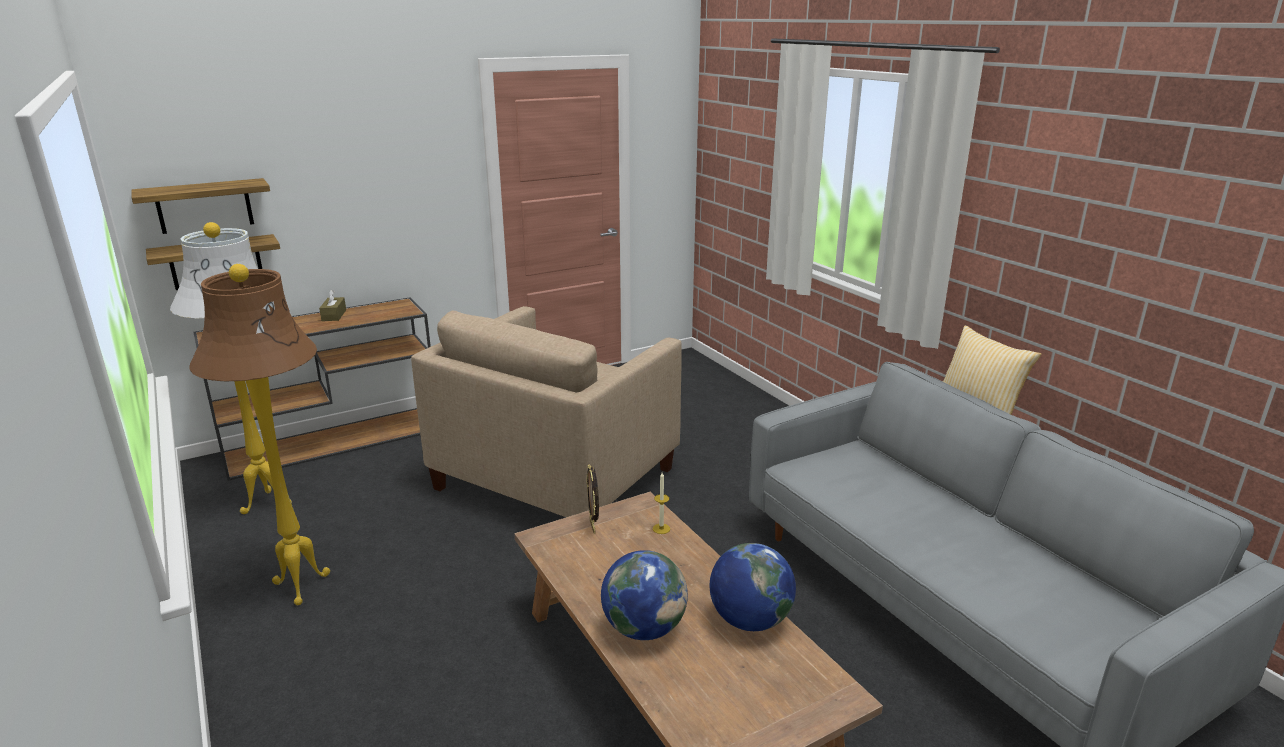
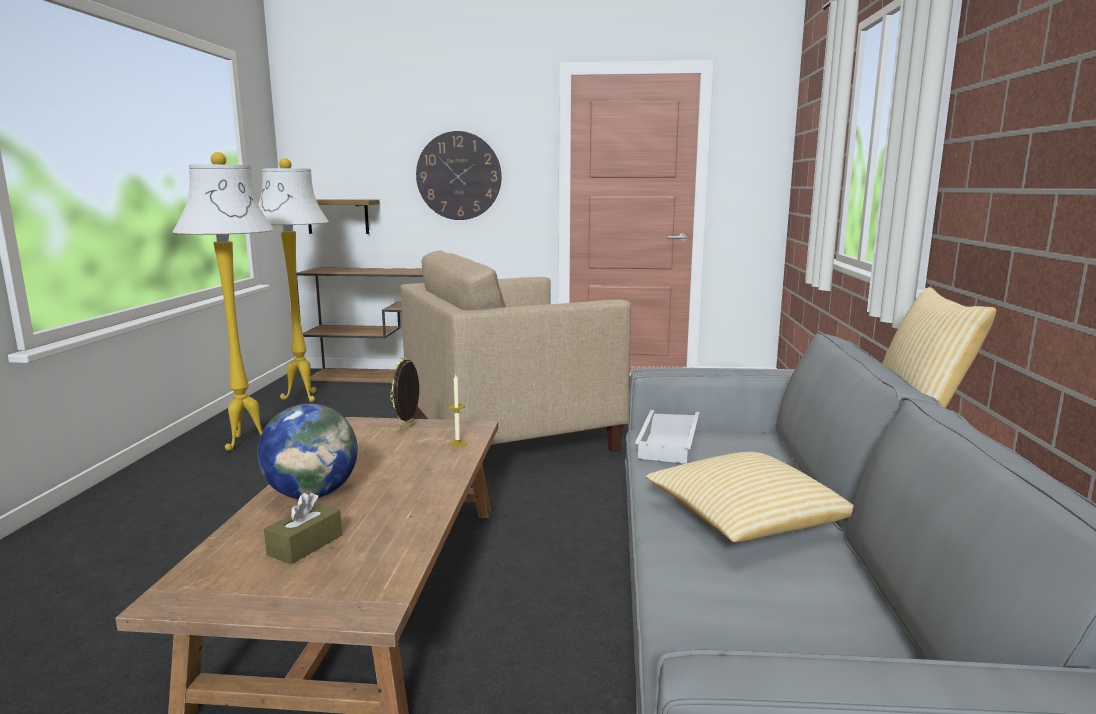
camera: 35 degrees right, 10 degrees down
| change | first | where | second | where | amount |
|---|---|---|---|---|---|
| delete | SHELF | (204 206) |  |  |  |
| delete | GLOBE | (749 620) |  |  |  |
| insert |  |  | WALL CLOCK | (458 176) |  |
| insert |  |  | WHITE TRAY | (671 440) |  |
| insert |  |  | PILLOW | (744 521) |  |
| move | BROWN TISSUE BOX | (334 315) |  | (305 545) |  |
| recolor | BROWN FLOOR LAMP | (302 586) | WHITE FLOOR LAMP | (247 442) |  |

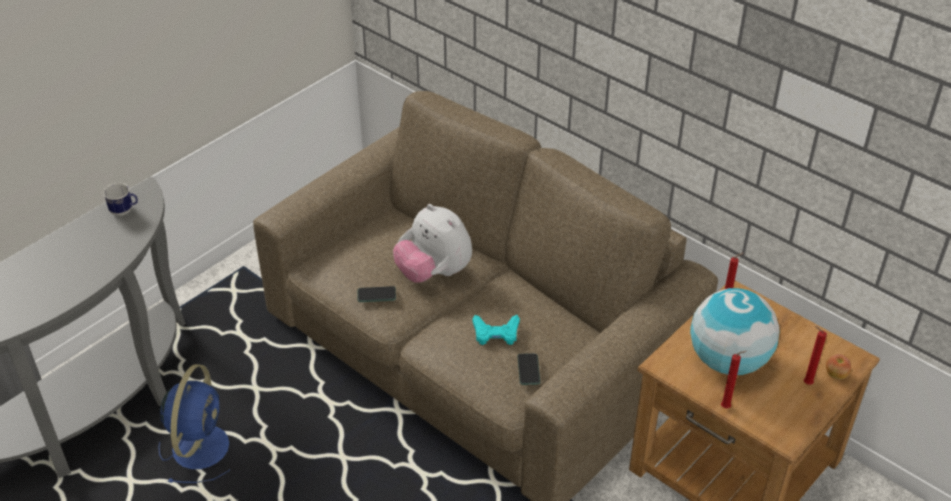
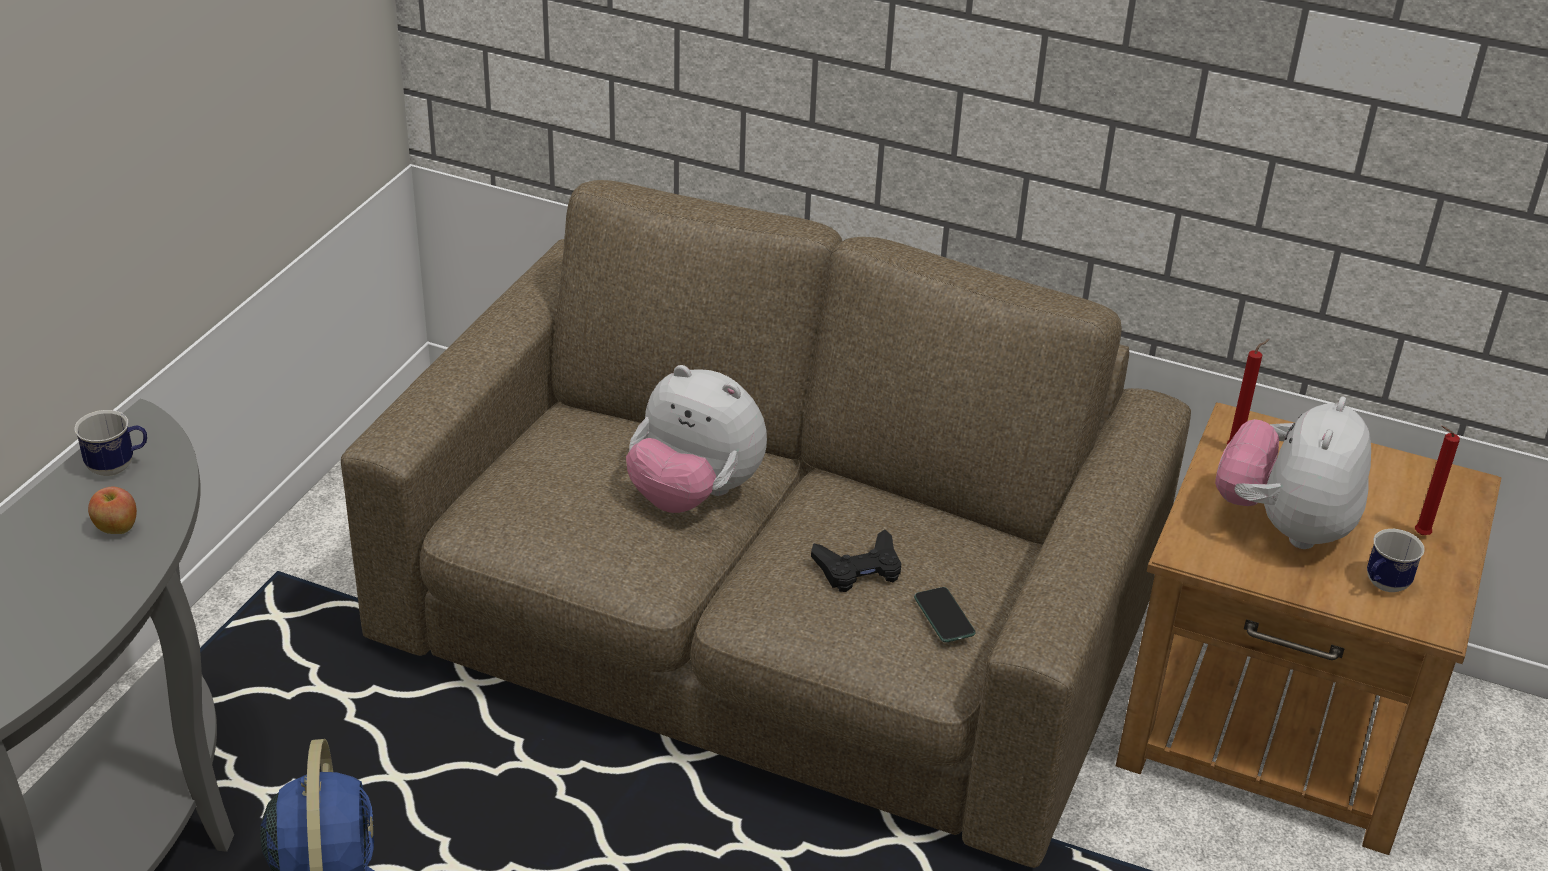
camera: 20 degrees left, 5 degrees down
| change | first | where | second | where | amount |
|---|---|---|---|---|---|
| delete | PHONE | (376 295) |  |  |  |
| delete | RED CANDLE | (727 407) |  |  |  |
| insert |  |  | MUG | (1382 586) |  |
| move | APPLE | (835 375) |  | (116 529) |  |
| replace | GLOBE | (728 361) | PLUSH TOY | (1284 526) |  |
| recolor | TURQUOISE GAME CONTROLLER | (496 333) | BLACK GAME CONTROLLER | (859 568) |  |

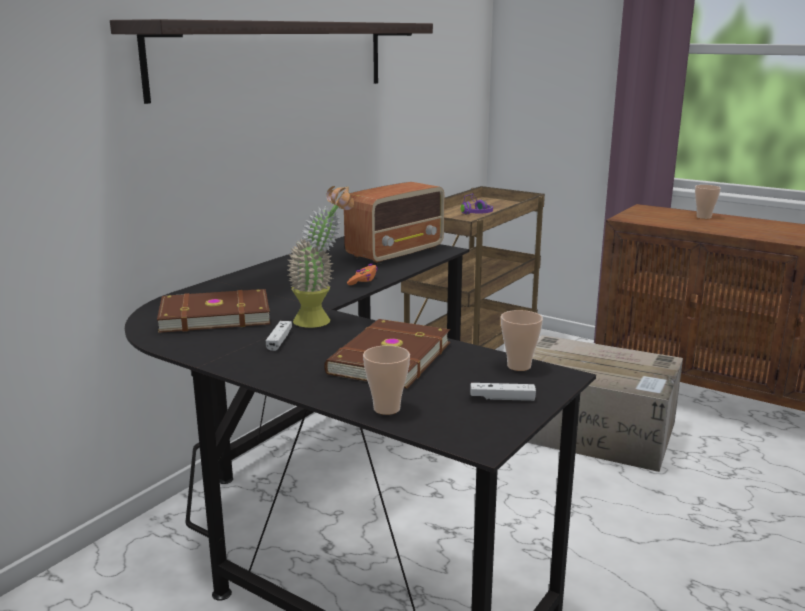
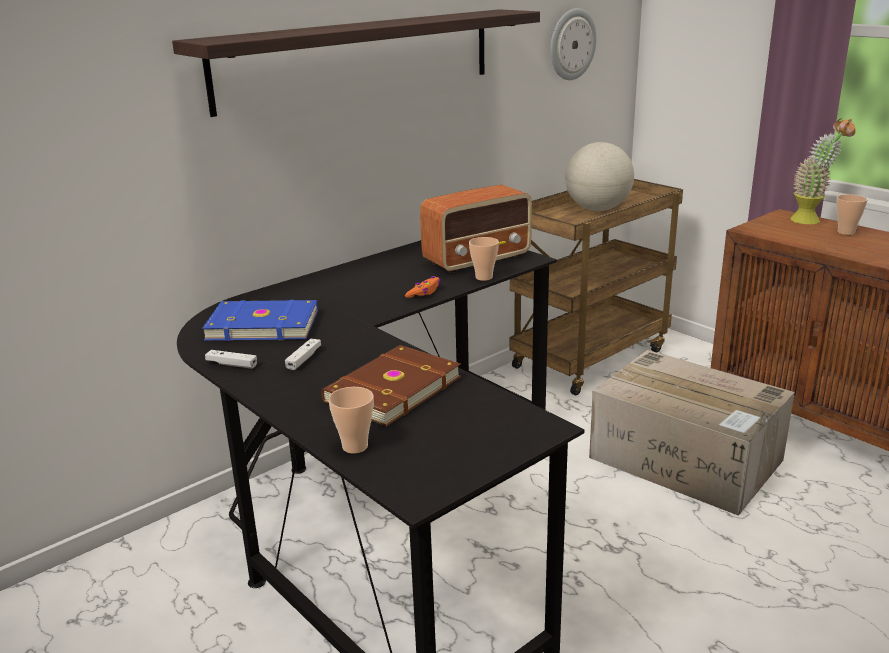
camera: 15 degrees right, 5 degrees up
| change | first | where | second | where | amount |
|---|---|---|---|---|---|
| insert |  |  | WALL CLOCK | (571 44) |  |
| move | POTTED PLANT | (322 320) |  | (812 220) |  |
| move | WHITE GAME CONTROLLER | (502 398) |  | (232 364) |  |
| move | CUP | (519 366) |  | (484 277) |  |
| replace | PURPLE HEADPHONES | (475 213) | GLOBE | (597 209) |  |
| recolor | BROWN BOOK | (214 315) | BLUE BOOK | (263 324) |  |

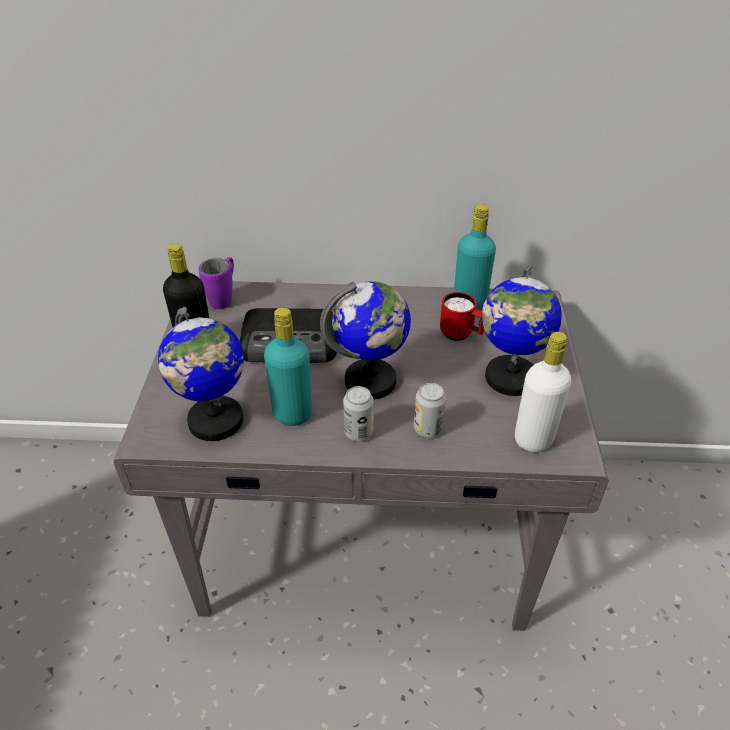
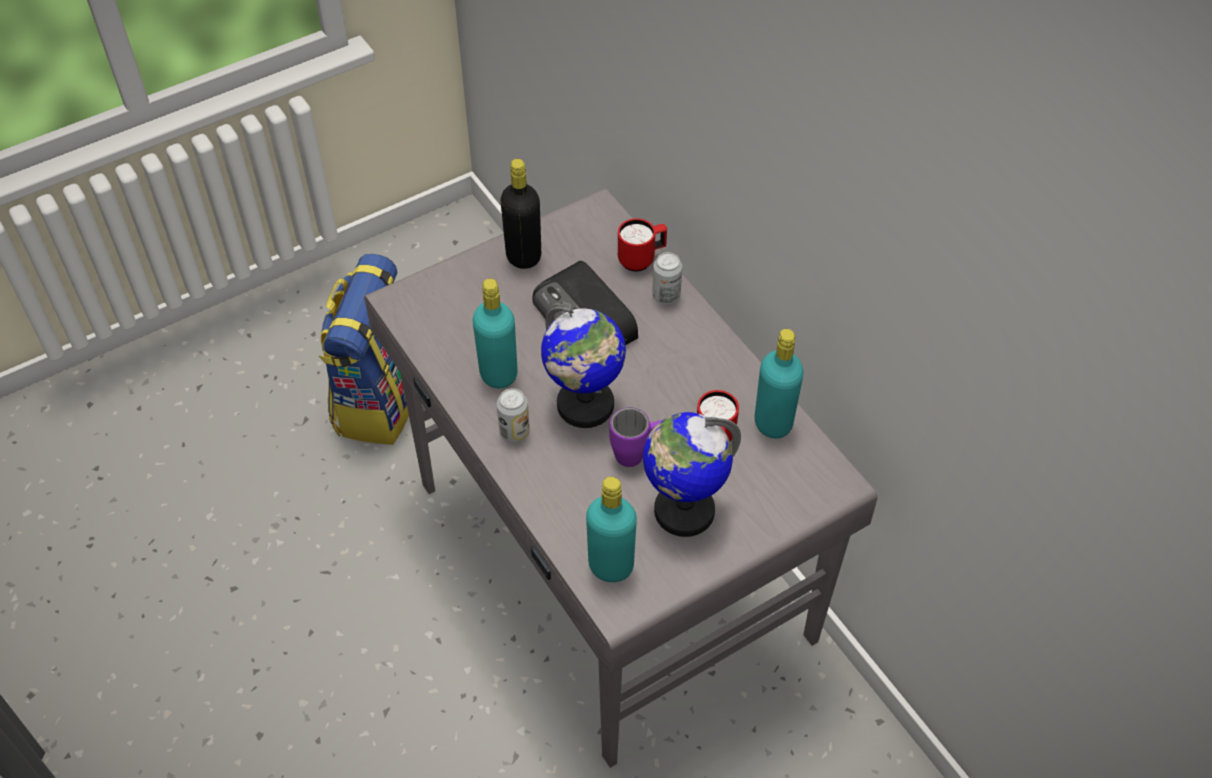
camera: 55 degrees right, 10 degrees up
| change | first | where | second | where | amount |
|---|---|---|---|---|---|
| delete | GLOBE | (215 421) |  |  |  |
| insert |  |  | BACKPACK | (378 398) |  |
| insert |  |  | RED MUG | (642 259) |  |
| move | PURPLE MUG | (224 298) |  | (638 454) |  |
| move | CAN | (428 429) |  | (666 296) |  |
| recolor | WHITE BOTTLE | (533 439) | TURQUOISE BOTTLE | (611 566) |  |

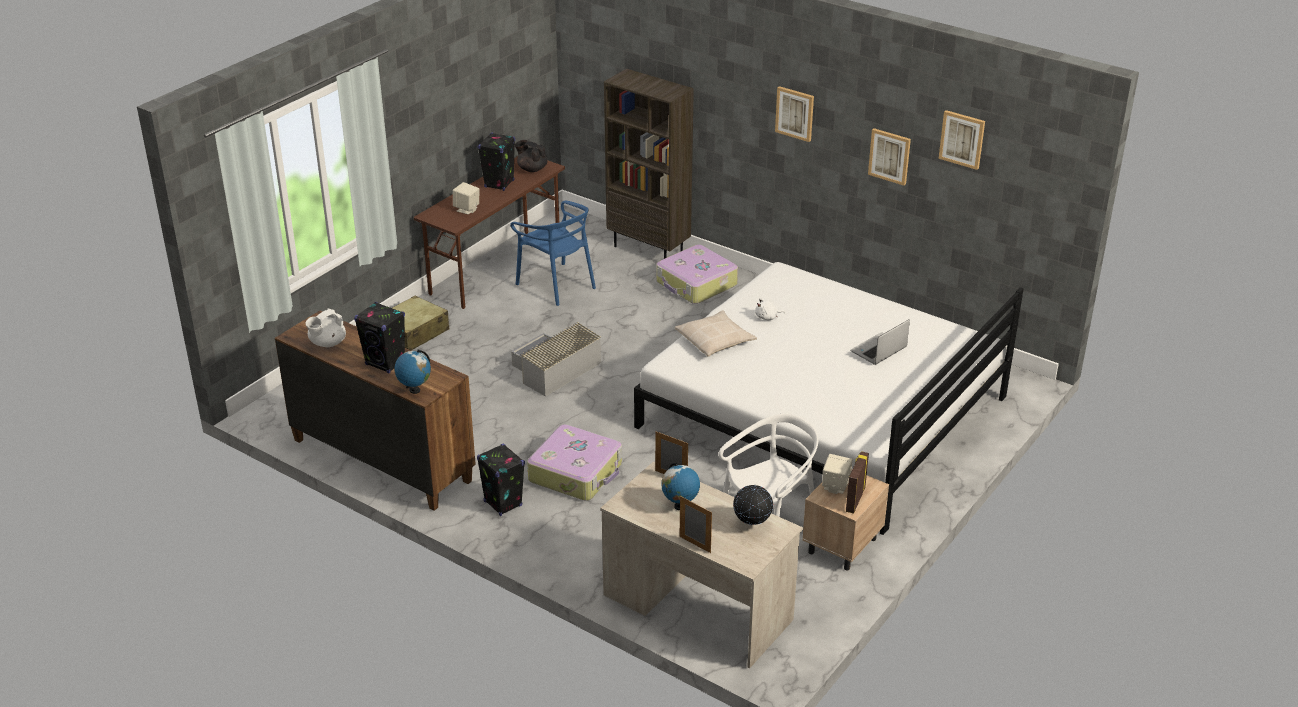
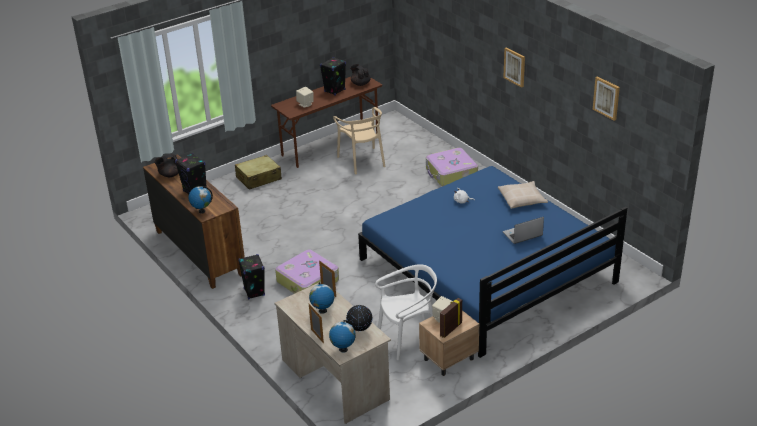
camera: 20 degrees right, 0 degrees up
| change | first | where | second | where | amount |
|---|---|---|---|---|---|
| delete | GREY STORAGE BOX | (554 370) |  |  |  |
| delete | BROWN BOOKCASE | (649 249) |  |  |  |
| delete | PICTURE | (889 156) |  |  |  |
| insert |  |  | GLOBE | (343 349) |  |
| move | BEIGE PILLOW | (715 340) |  | (522 199) |  |
| recolor | WHITE TEAPOT | (327 343) | BLACK TEAPOT | (169 175) |  |
| recolor | BLUE CHAIR | (557 285) | BEIGE CHAIR | (362 161) |  |
| recolor | WHITE BED | (823 412) | BLUE BED | (486 271) |  |

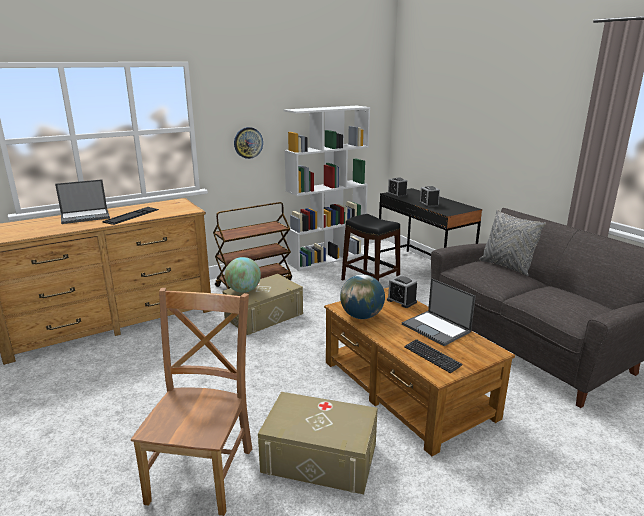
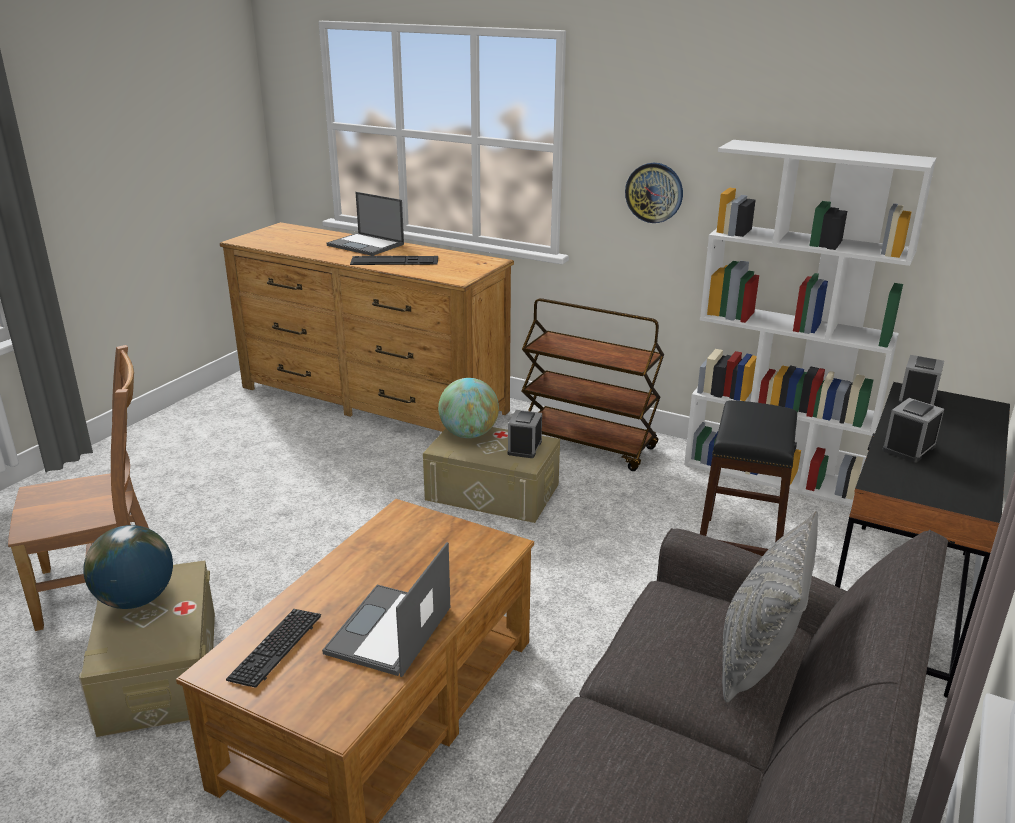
camera: 60 degrees right, 5 degrees up
| change | first | where | second | where | amount |
|---|---|---|---|---|---|
| move | GLOBE | (361 316) |  | (137 599) |  |
| move | ALARM CLOCK | (401 301) |  | (524 447) |  |

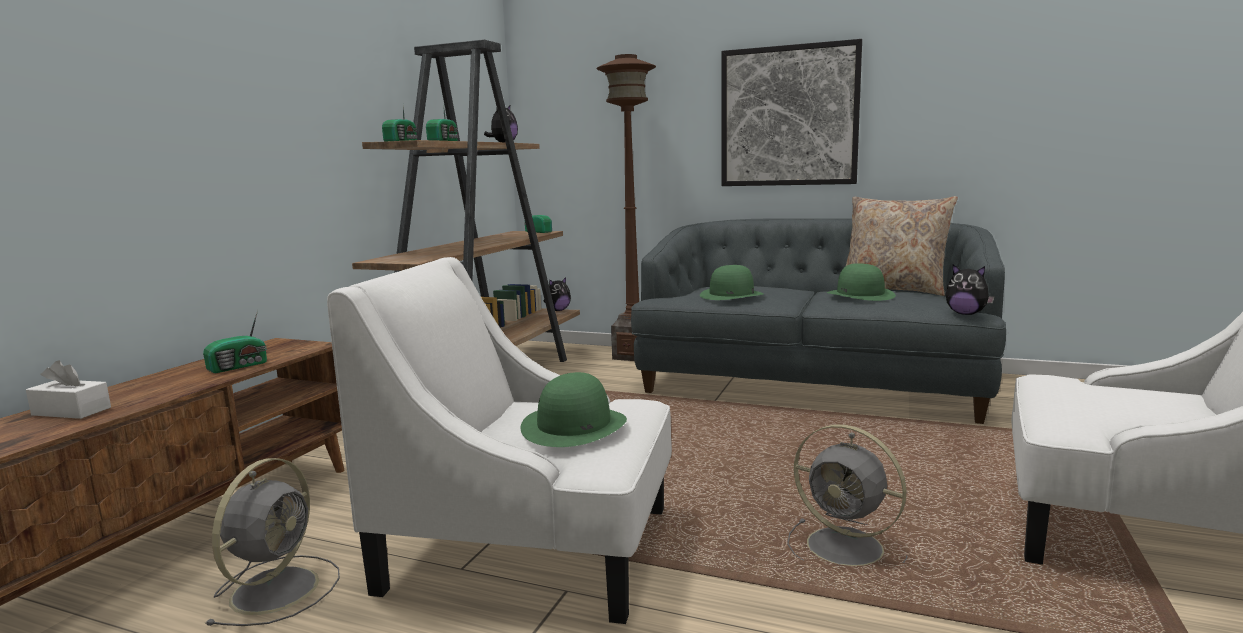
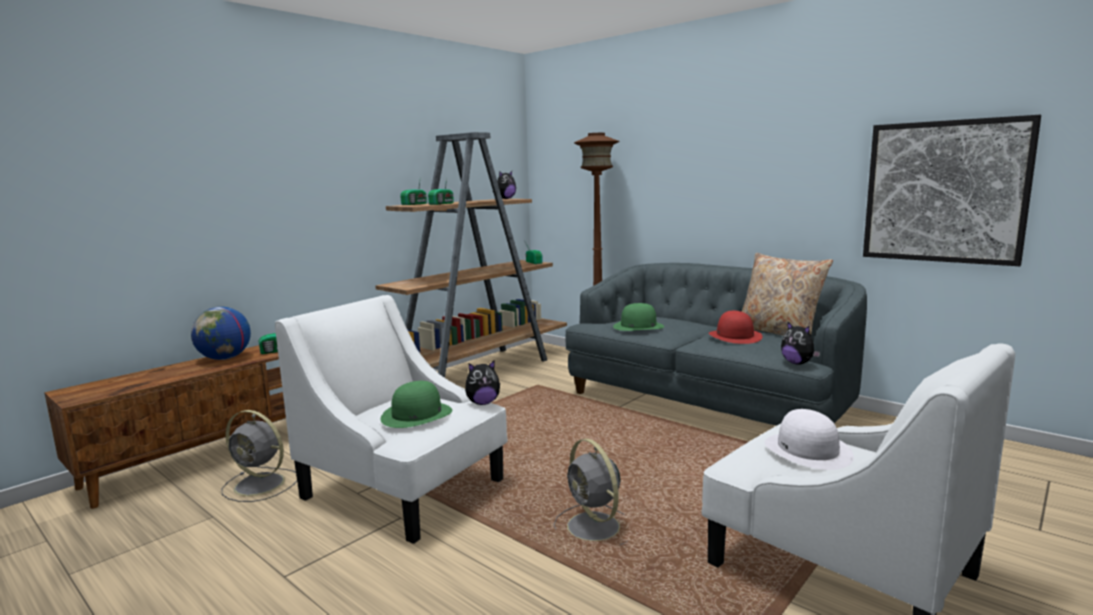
camera: 20 degrees right, 0 degrees up
| change | first | where | second | where | amount |
|---|---|---|---|---|---|
| delete | WHITE TISSUE BOX | (71 411) |  |  |  |
| insert |  |  | GLOBE | (225 358) |  |
| insert |  |  | WHITE HAT | (808 450) |  |
| move | PLUSH TOY | (558 310) |  | (483 403) |  |
| move | PICTURE | (788 116) |  | (944 192) |  |
| recolor | GREEN HAT | (860 294) | RED HAT | (735 336) |  |
| rotate | GREY FAN | (277 588) |  | (261 485) | 75 degrees clockwise |

